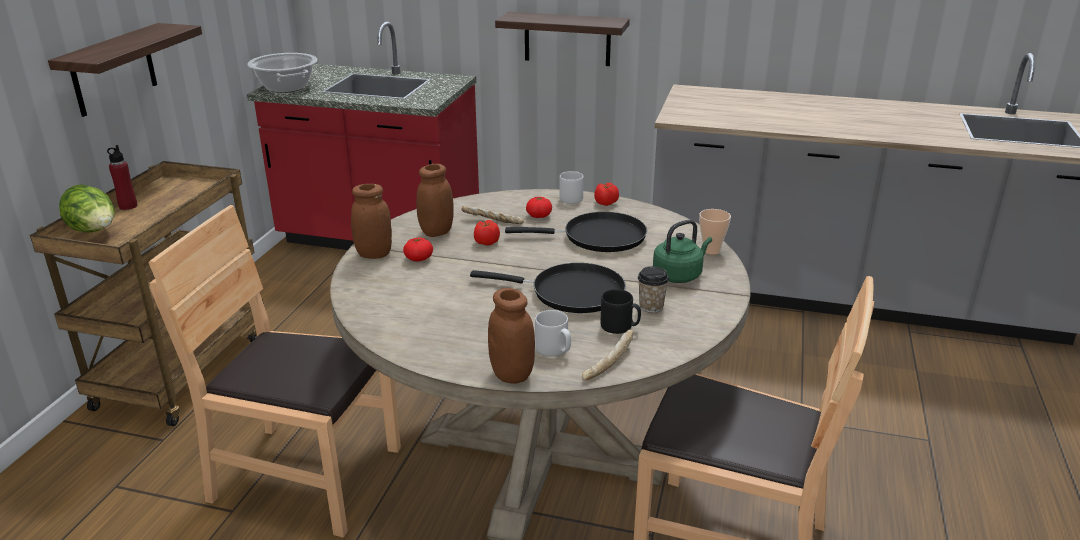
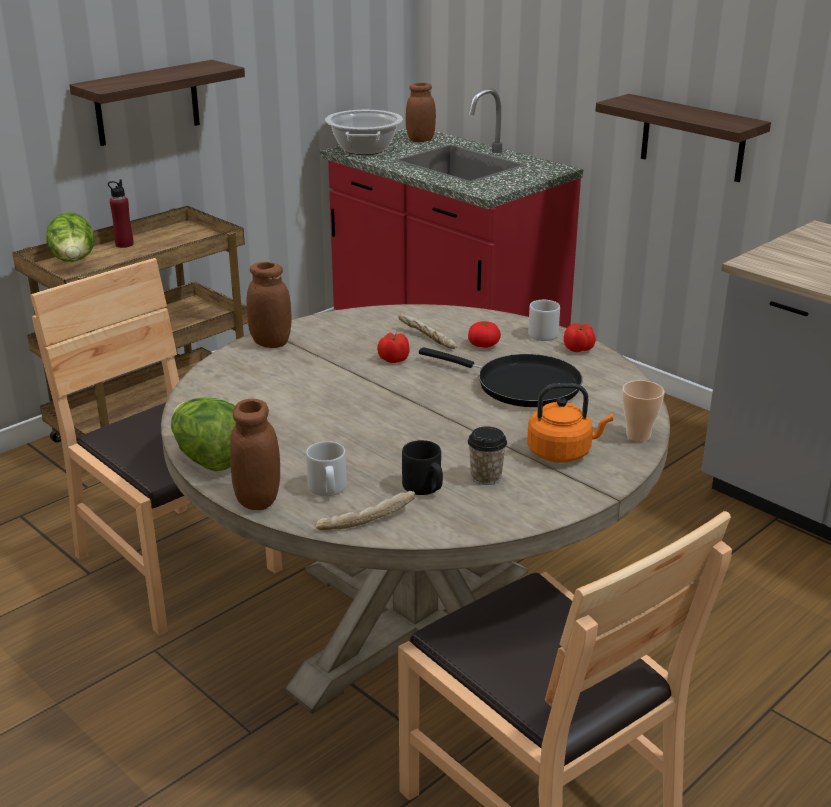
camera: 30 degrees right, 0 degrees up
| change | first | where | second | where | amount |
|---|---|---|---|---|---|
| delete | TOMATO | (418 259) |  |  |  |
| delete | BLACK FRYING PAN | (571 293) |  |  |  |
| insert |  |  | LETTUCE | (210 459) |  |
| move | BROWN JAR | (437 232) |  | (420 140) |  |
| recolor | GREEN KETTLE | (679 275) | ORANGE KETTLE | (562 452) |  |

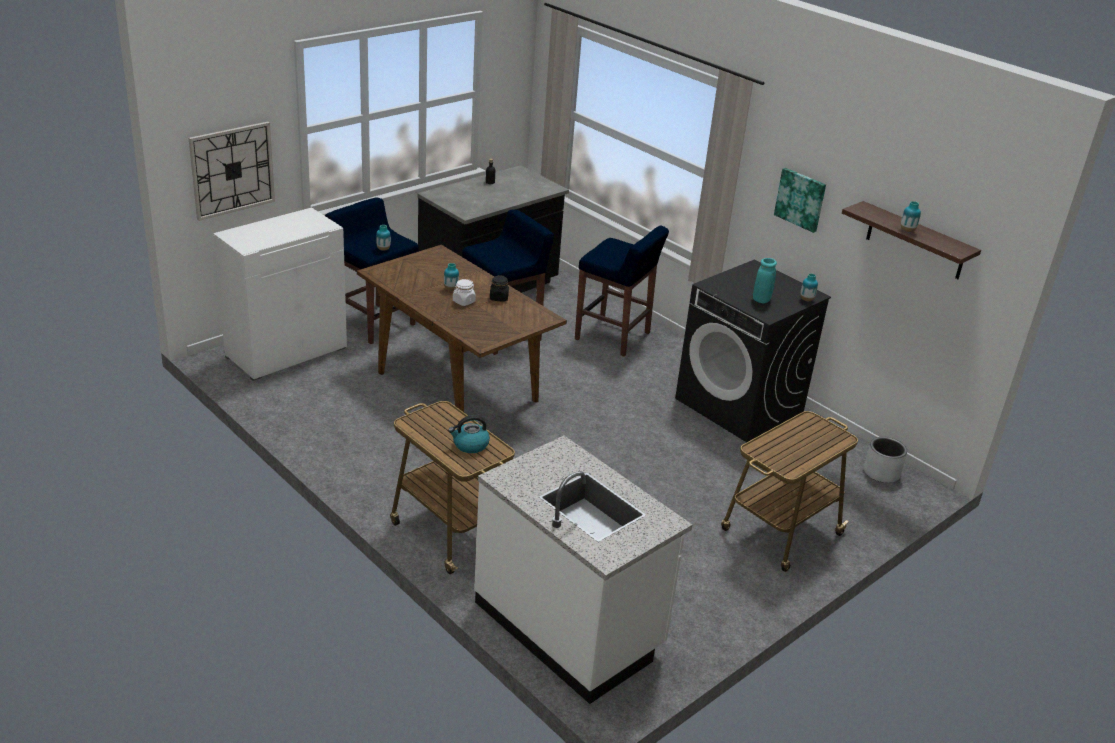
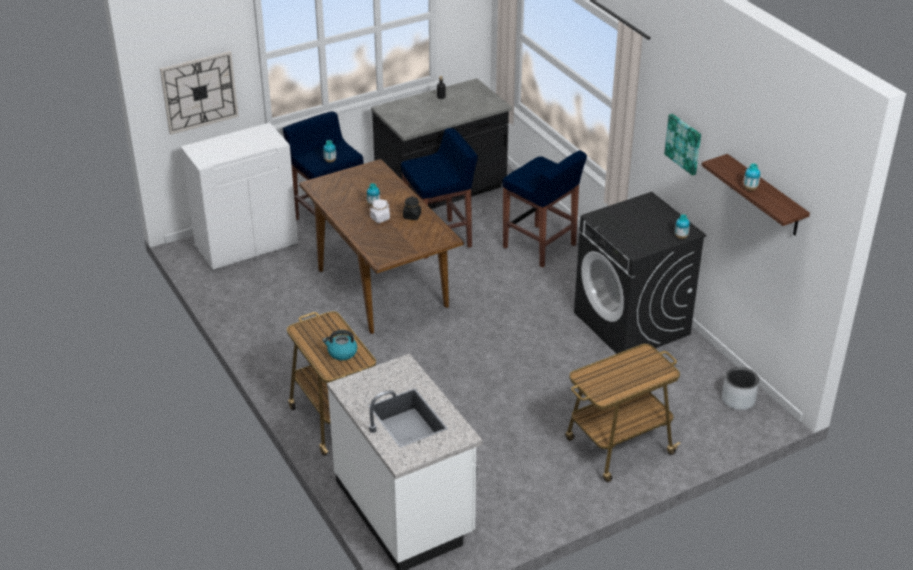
camera: 15 degrees right, 5 degrees up
| change | first | where | second | where | amount |
|---|---|---|---|---|---|
| delete | TURQUOISE VASE | (761 300) |  |  |  |

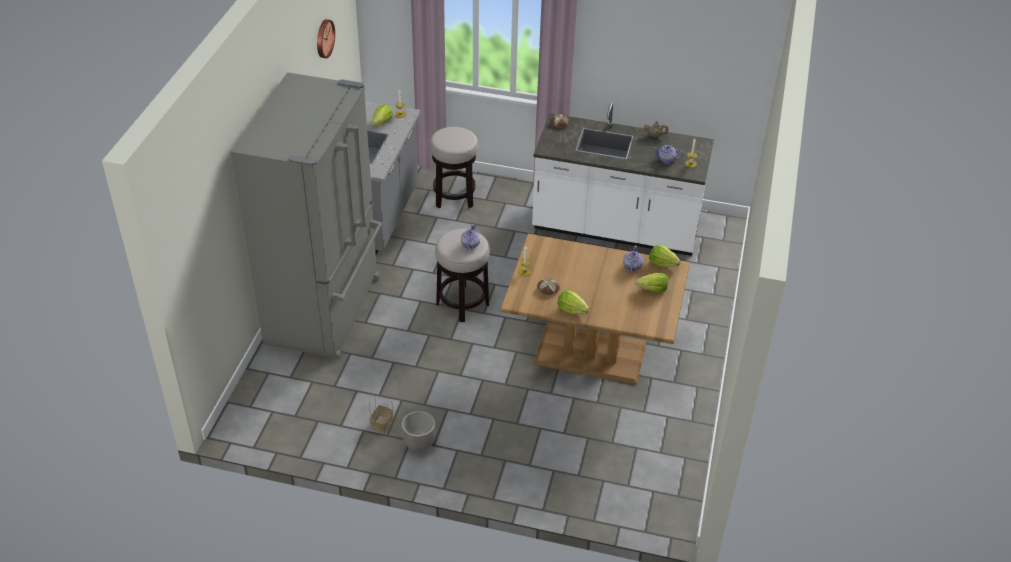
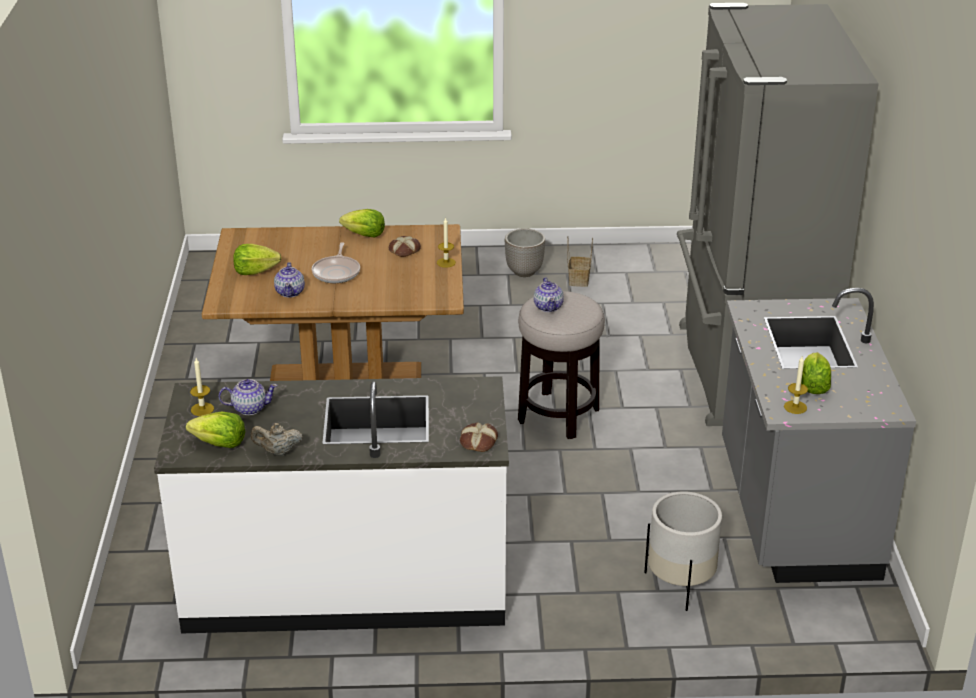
camera: 165 degrees right, 10 degrees down
| change | first | where | second | where | amount |
|---|---|---|---|---|---|
| delete | WALL CLOCK | (323 38) |  |  |  |
| insert |  |  | FRYING PAN | (337 272) |  |
| move | LETTUCE | (662 263) |  | (219 444) |  |
| replace | STOOL | (454 197) | WHITE PLANTER | (680 584) |  |

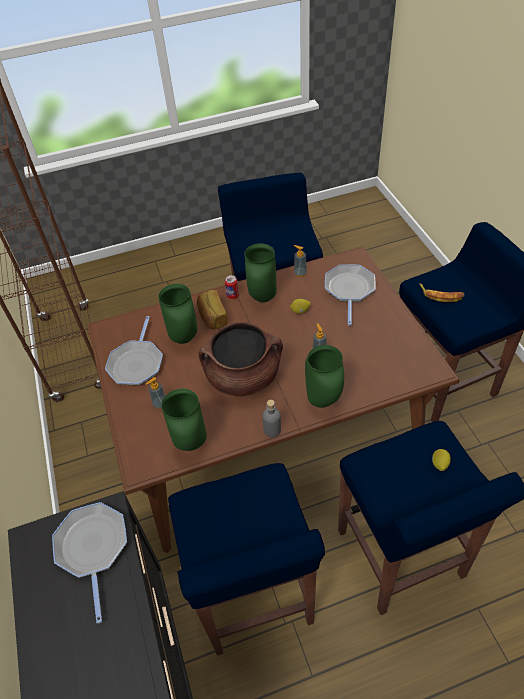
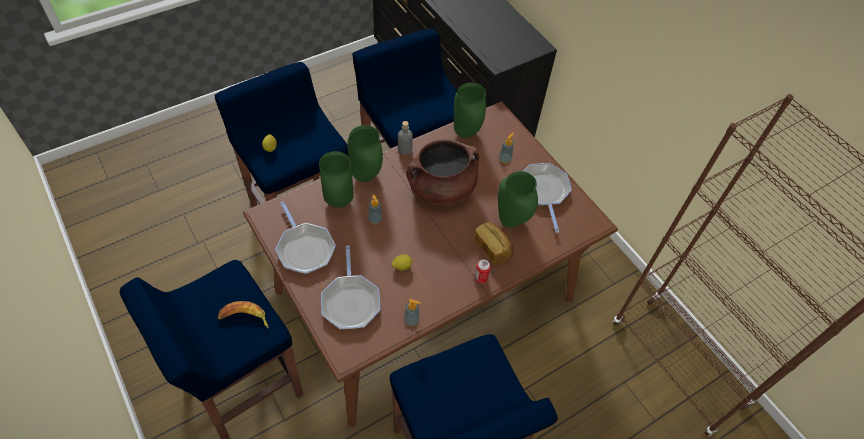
camera: 160 degrees right, 5 degrees up
| change | first | where | second | where | amount |
|---|---|---|---|---|---|
| move | FRYING PAN | (93 548) |  | (304 248) |  |
| move | GREEN VASE | (262 297) |  | (340 202) |  |

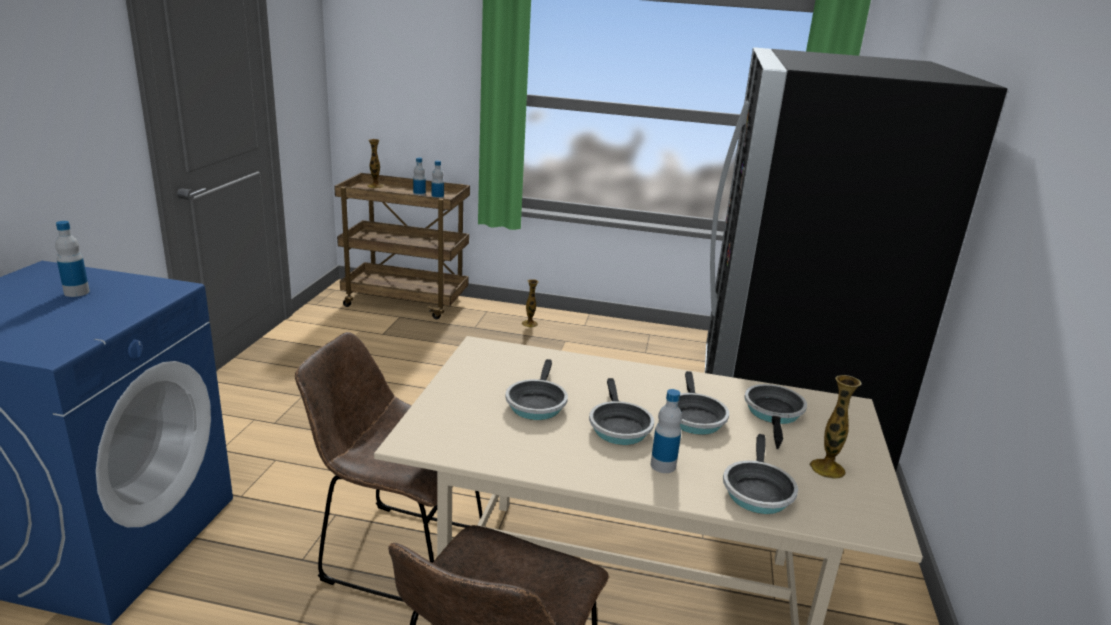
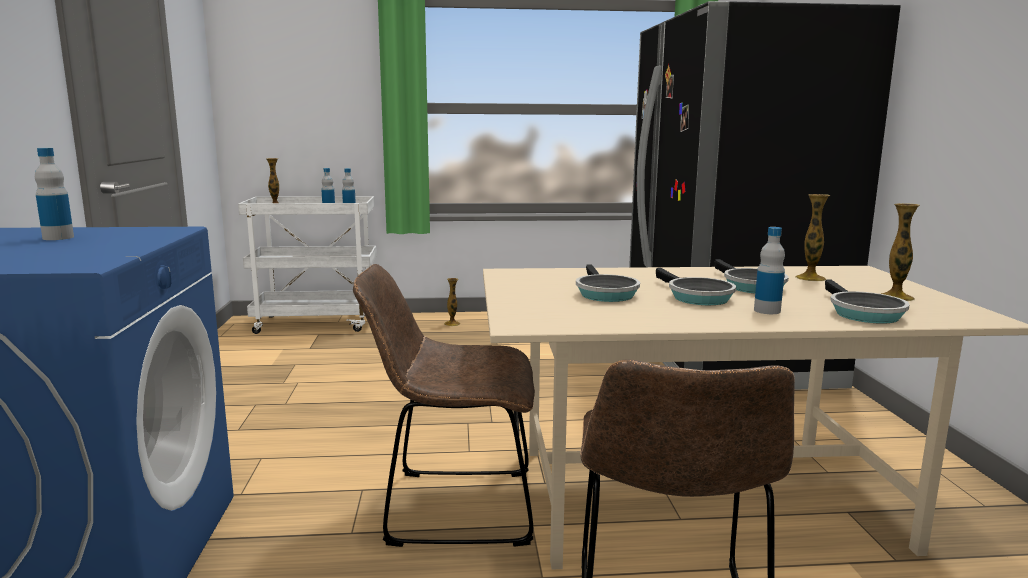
camera: 15 degrees left, 10 degrees down
| change | first | where | second | where | amount |
|---|---|---|---|---|---|
| replace | FRYING PAN | (774 414) | VASE | (810 278) |  |
| recolor | BROWN CART | (407 302) | WHITE CART | (318 323) |  |

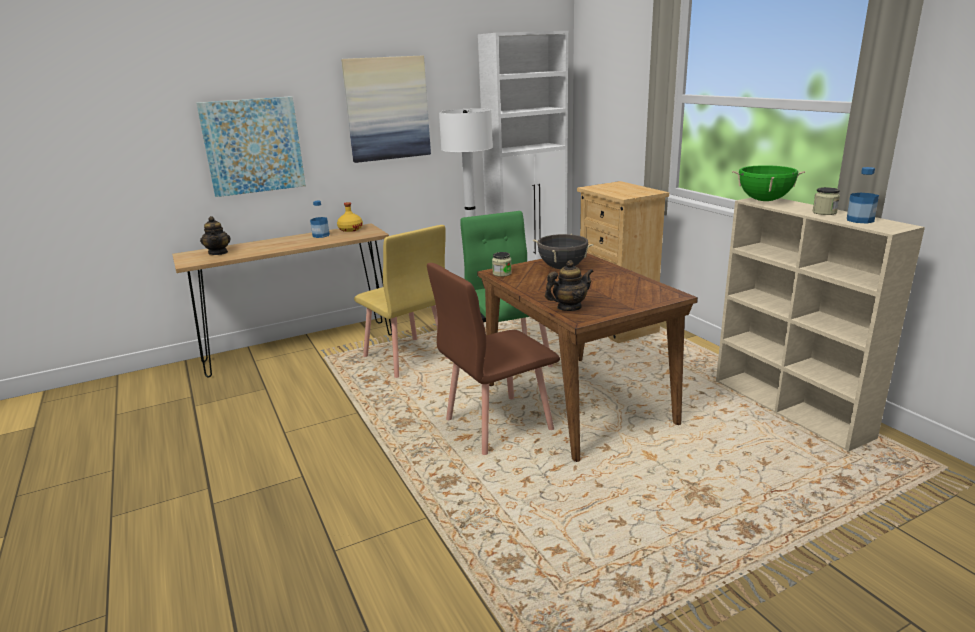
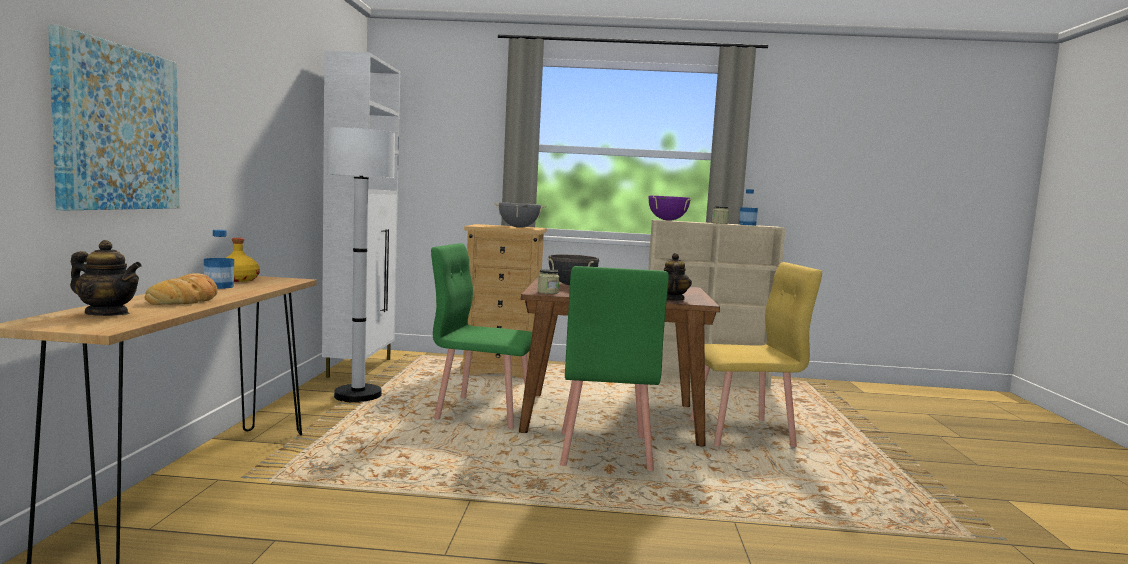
camera: 60 degrees left, 15 degrees down
| change | first | where | second | where | amount |
|---|---|---|---|---|---|
| delete | PICTURE | (387 109) |  |  |  |
| insert |  |  | BREAD | (187 299) |  |
| insert |  |  | GREY COOKING POT | (519 227) |  |
| move | YELLOW CHAIR | (406 358) |  | (742 433) |  |
| recolor | BROWN CHAIR | (497 424) | GREEN CHAIR | (603 451) |  |
| recolor | GREEN COOKING POT | (764 200) | PURPLE COOKING POT | (667 220) |  |

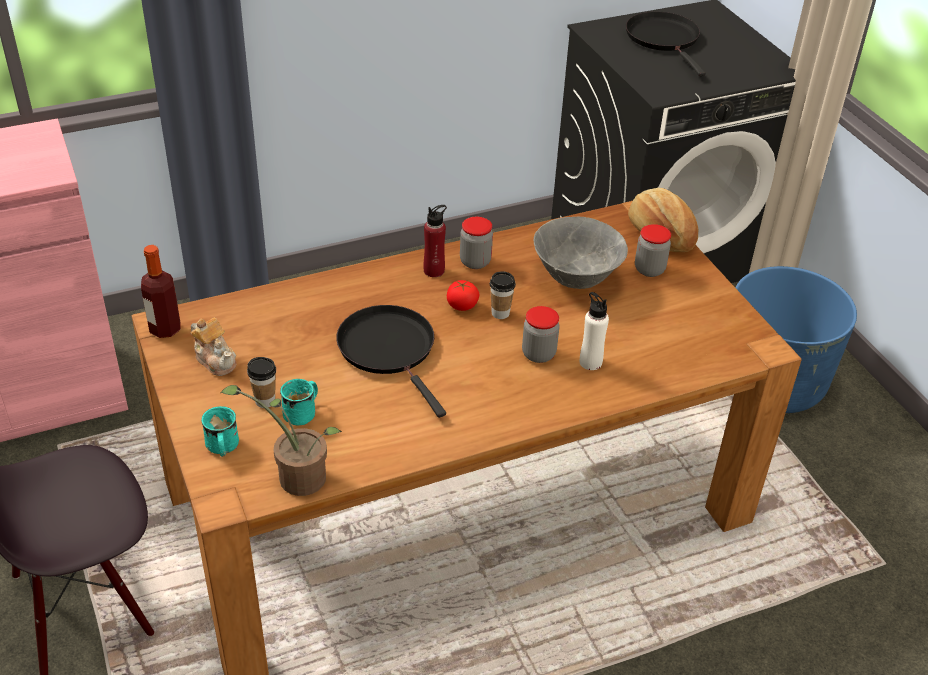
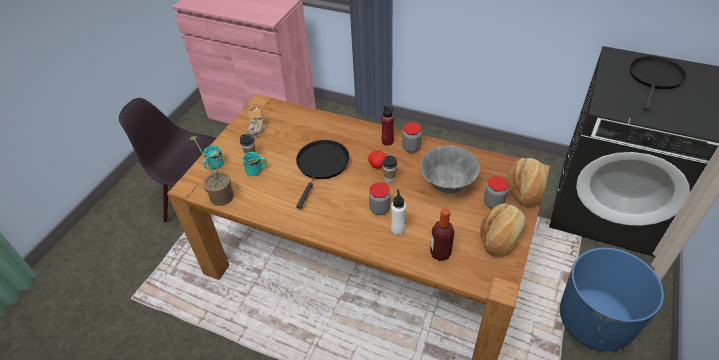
camera: 50 degrees right, 5 degrees up
| change | first | where | second | where | amount |
|---|---|---|---|---|---|
| insert |  |  | BREAD | (501 236) |  |
| move | BOTTLE | (165 329) |  | (440 253) |  |

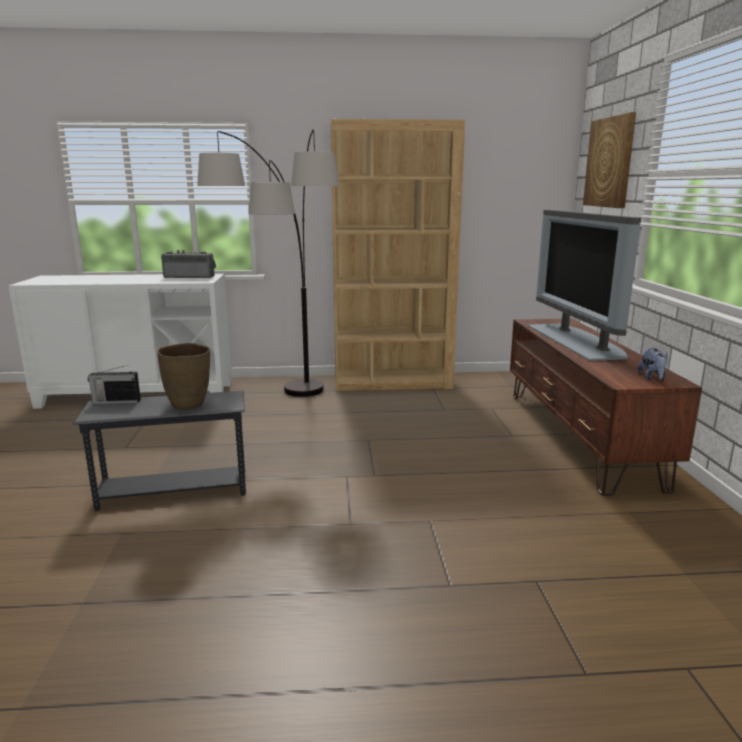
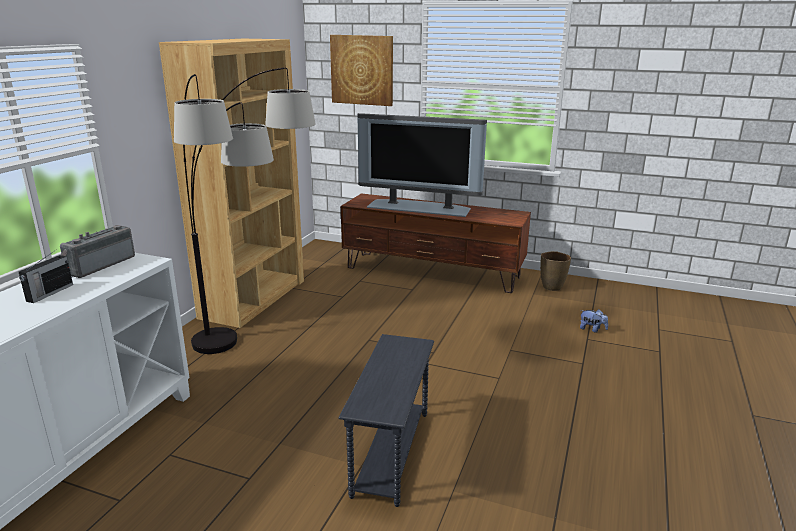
camera: 65 degrees left, 5 degrees up
| change | first | where | second | where | amount |
|---|---|---|---|---|---|
| move | RADIO | (115 401) |  | (49 293) |  |
| move | BROWN VASE | (189 404) |  | (552 287) |  |
| move | PLUSH TOY | (652 378) |  | (592 329) |  |

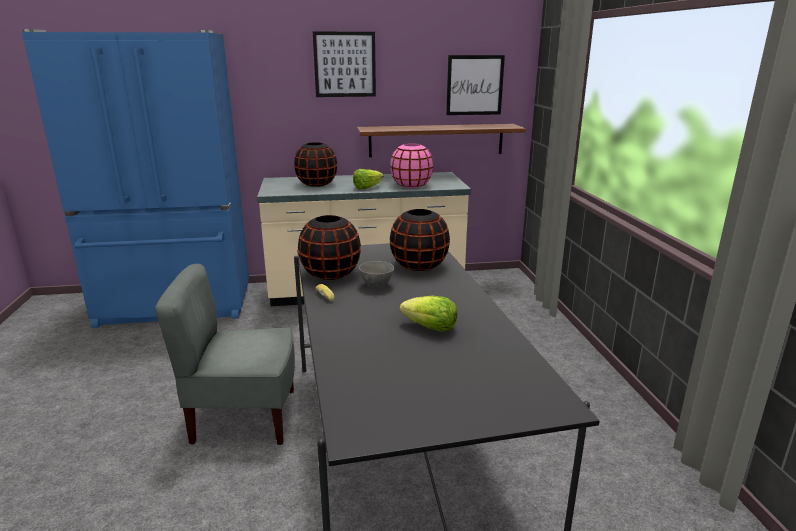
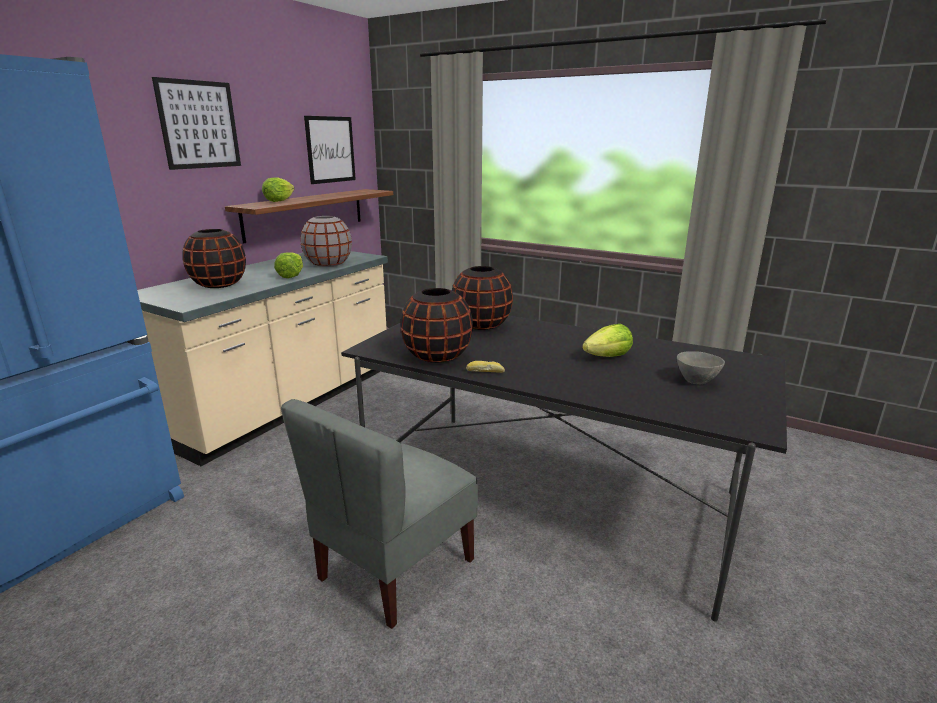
camera: 50 degrees left, 0 degrees up
| change | first | where | second | where | amount |
|---|---|---|---|---|---|
| insert |  |  | LETTUCE | (279 201) |  |
| move | GREY BOWL | (377 286) |  | (696 381) |  |
| recolor | PINK VASE | (411 185) | GREY VASE | (328 264) |  |

